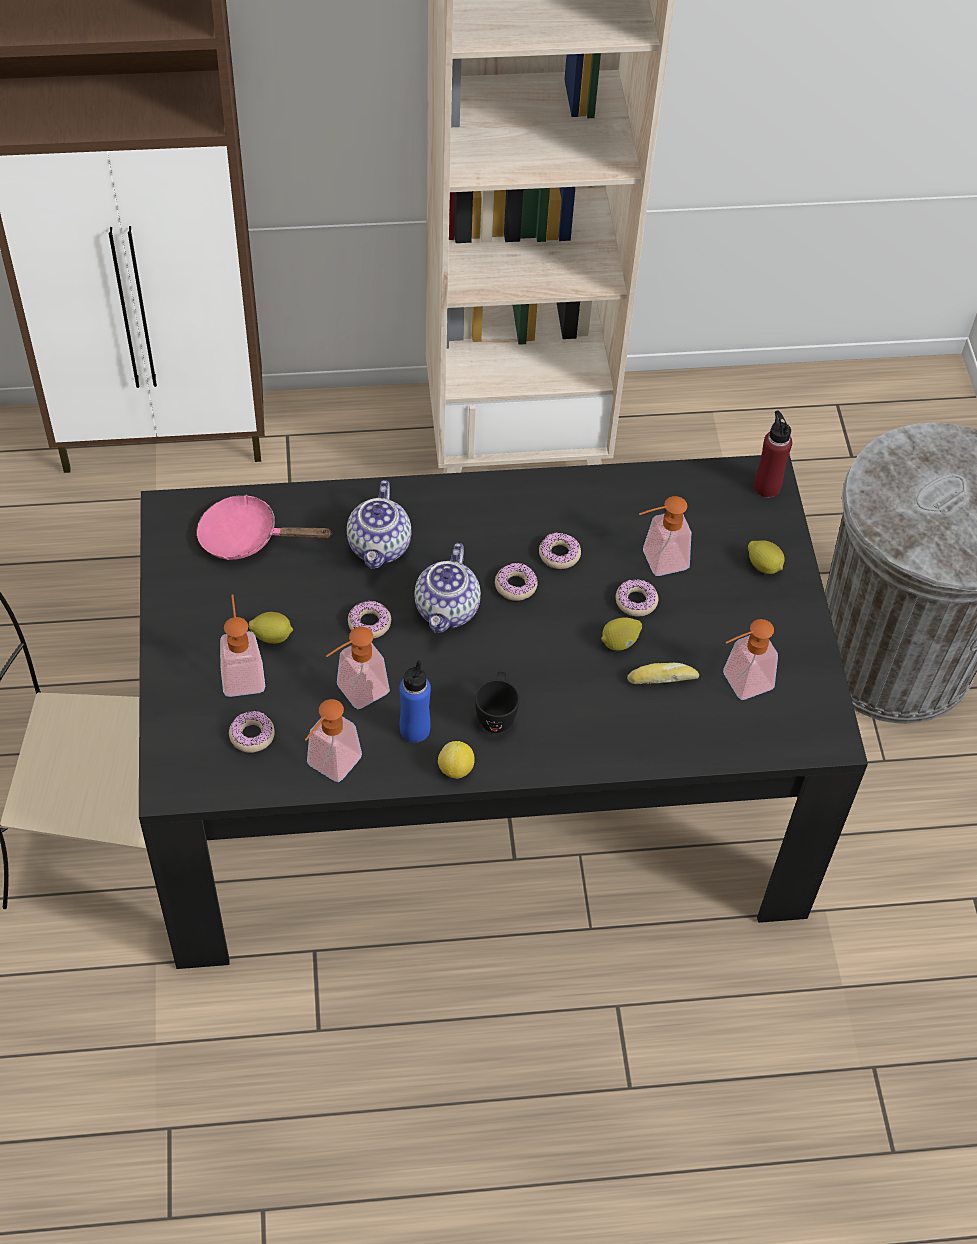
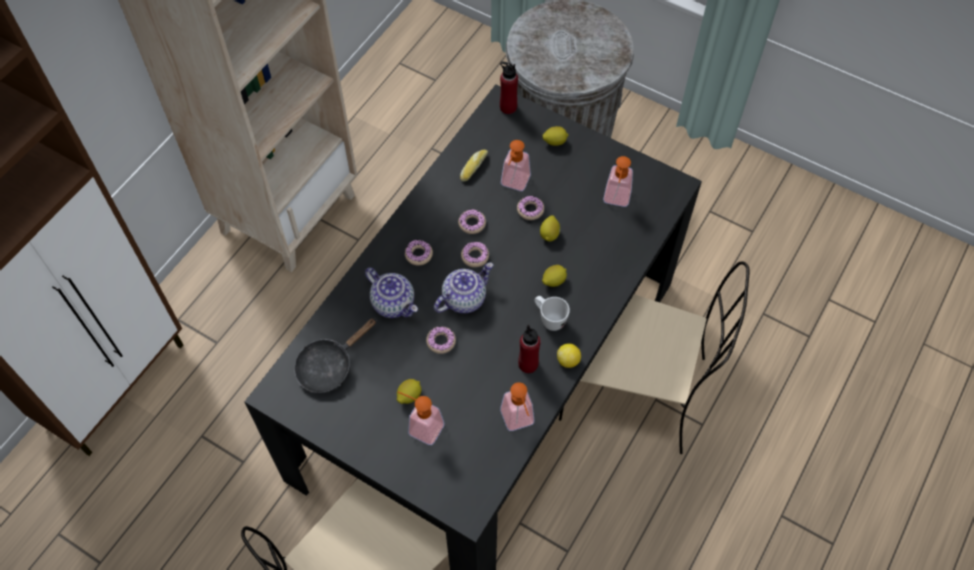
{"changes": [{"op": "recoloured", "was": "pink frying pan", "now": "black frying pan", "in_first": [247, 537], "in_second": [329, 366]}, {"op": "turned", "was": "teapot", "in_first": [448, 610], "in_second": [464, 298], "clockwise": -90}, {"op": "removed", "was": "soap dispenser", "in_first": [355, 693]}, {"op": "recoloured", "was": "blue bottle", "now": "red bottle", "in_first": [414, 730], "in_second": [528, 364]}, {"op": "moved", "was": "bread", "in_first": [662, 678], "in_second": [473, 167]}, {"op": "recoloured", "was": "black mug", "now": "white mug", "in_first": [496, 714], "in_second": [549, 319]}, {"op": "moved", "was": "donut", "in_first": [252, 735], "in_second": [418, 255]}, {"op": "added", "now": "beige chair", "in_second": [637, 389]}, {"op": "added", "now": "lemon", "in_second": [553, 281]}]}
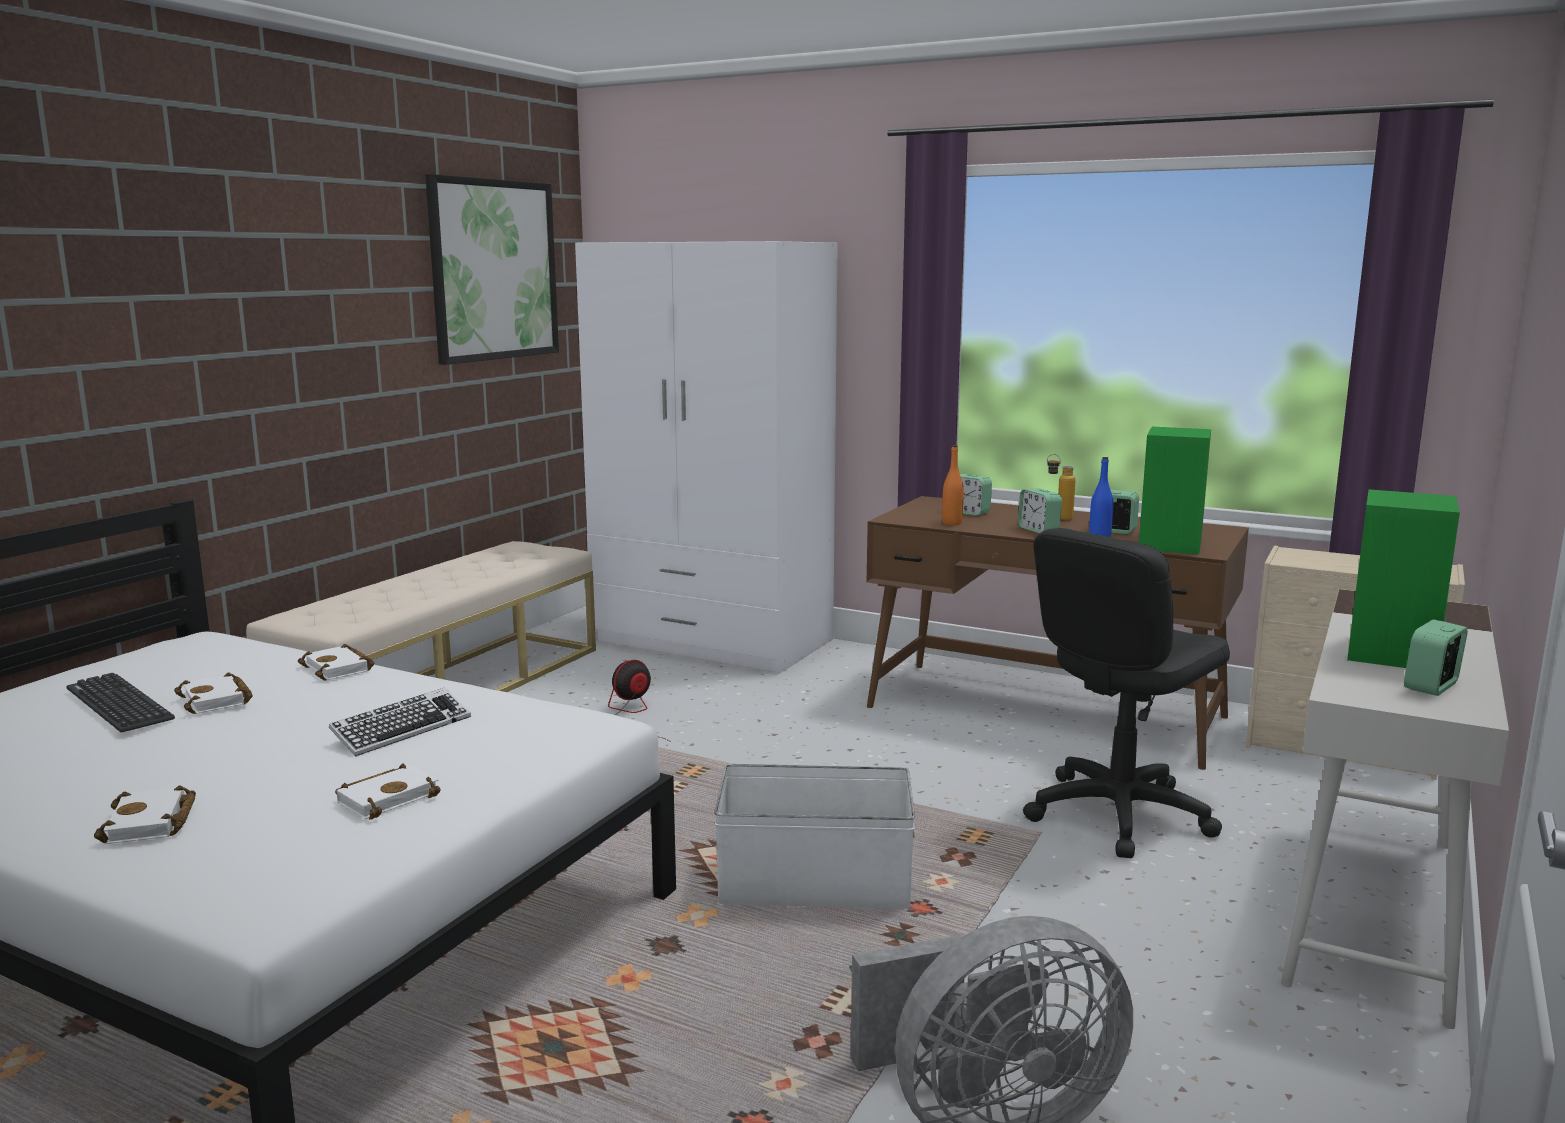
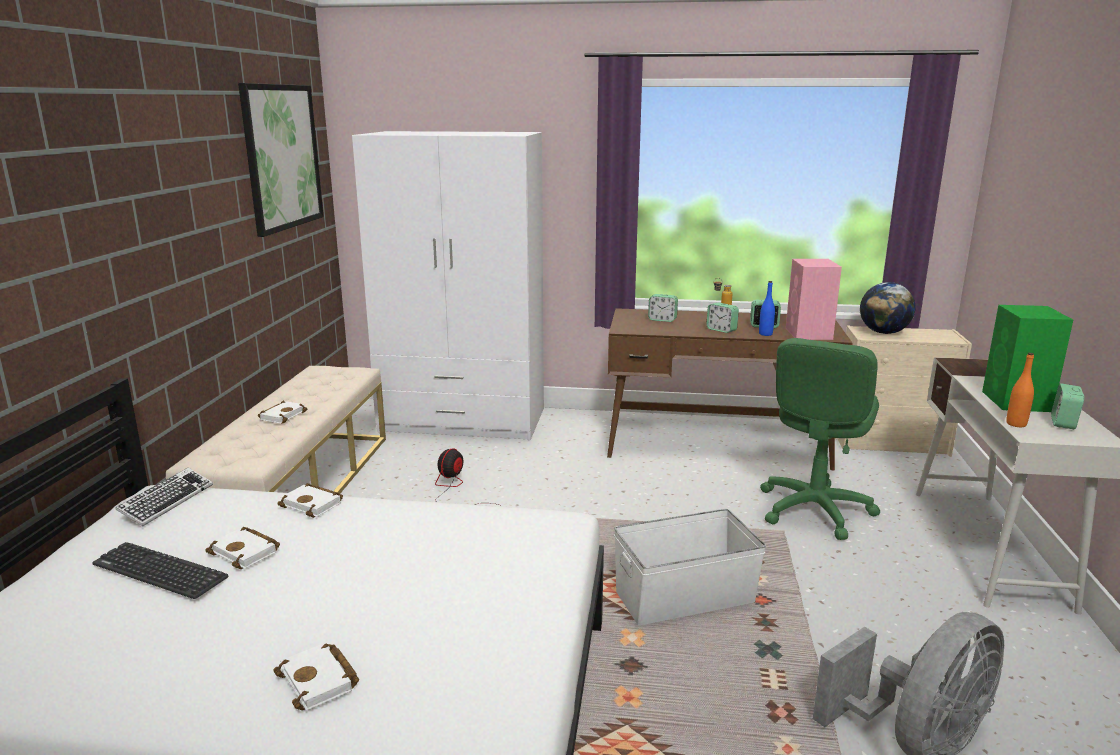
{"changes": [{"op": "recoloured", "was": "green speaker", "now": "pink speaker", "in_first": [1170, 545], "in_second": [809, 334]}, {"op": "moved", "was": "orange bottle", "in_first": [952, 523], "in_second": [1016, 424]}, {"op": "recoloured", "was": "black office chair", "now": "green office chair", "in_first": [1117, 814], "in_second": [814, 510]}, {"op": "moved", "was": "keyboard", "in_first": [402, 730], "in_second": [167, 501]}, {"op": "moved", "was": "white book", "in_first": [389, 797], "in_second": [282, 415]}, {"op": "added", "now": "globe", "in_second": [884, 332]}]}
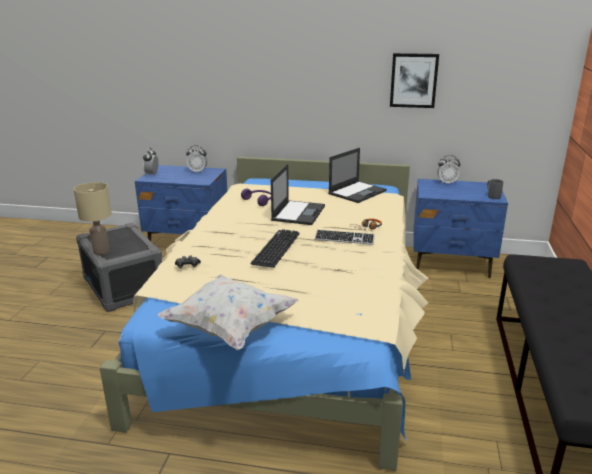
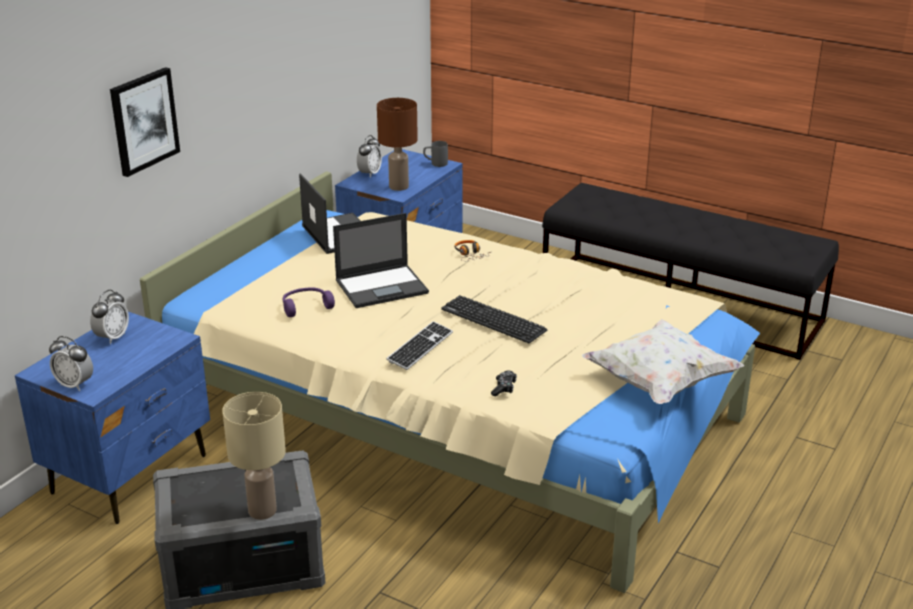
{"changes": [{"op": "moved", "was": "picture", "in_first": [413, 80], "in_second": [144, 121]}, {"op": "turned", "was": "laptop", "in_first": [298, 213], "in_second": [382, 286], "clockwise": 120}, {"op": "moved", "was": "keyboard", "in_first": [344, 239], "in_second": [420, 347]}, {"op": "added", "now": "brown table lamp", "in_second": [398, 186]}]}
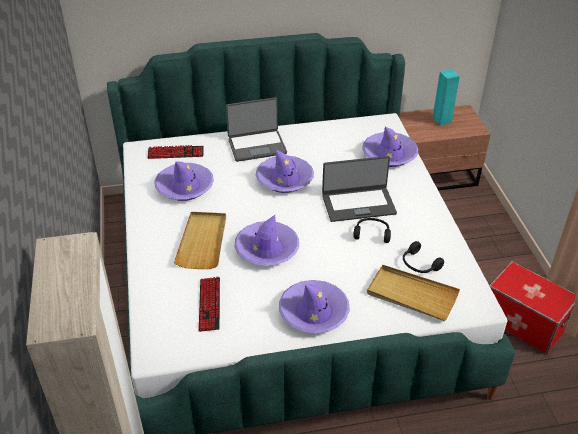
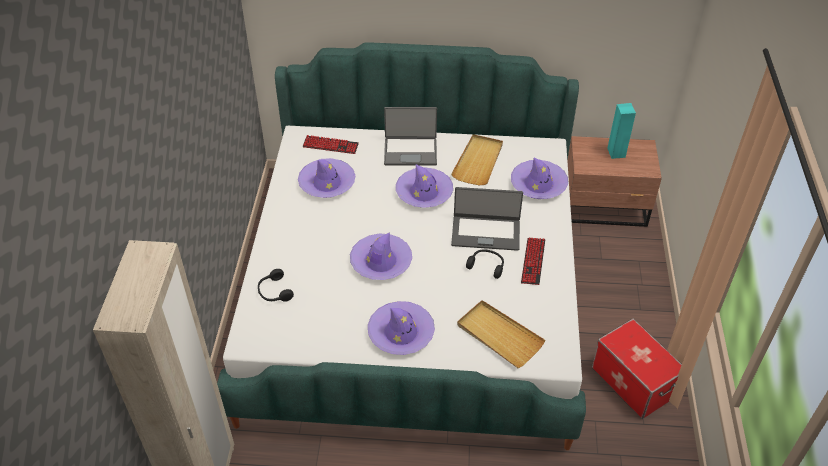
{"changes": [{"op": "moved", "was": "beige tray", "in_first": [203, 242], "in_second": [478, 161]}, {"op": "moved", "was": "black headphones", "in_first": [419, 264], "in_second": [274, 292]}, {"op": "moved", "was": "keyboard", "in_first": [209, 304], "in_second": [533, 261]}]}
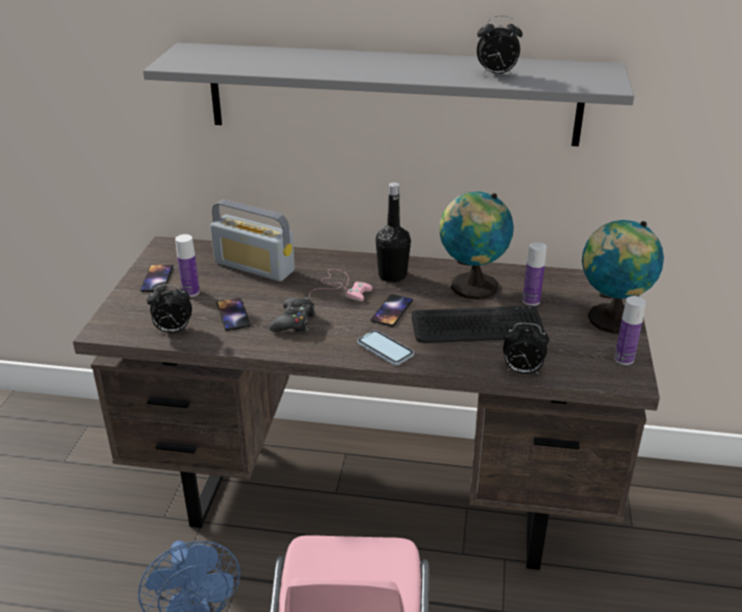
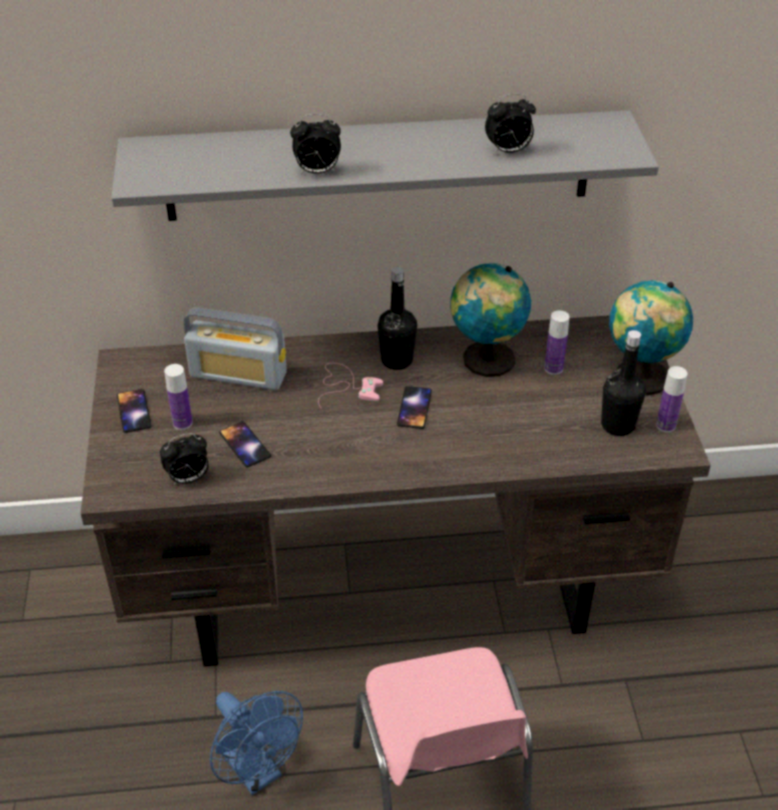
{"changes": [{"op": "removed", "was": "black game controller", "in_first": [294, 322]}, {"op": "removed", "was": "keyboard", "in_first": [477, 327]}, {"op": "moved", "was": "alarm clock", "in_first": [522, 371], "in_second": [317, 172]}, {"op": "removed", "was": "phone", "in_first": [385, 349]}, {"op": "added", "now": "black bottle", "in_second": [617, 425]}]}
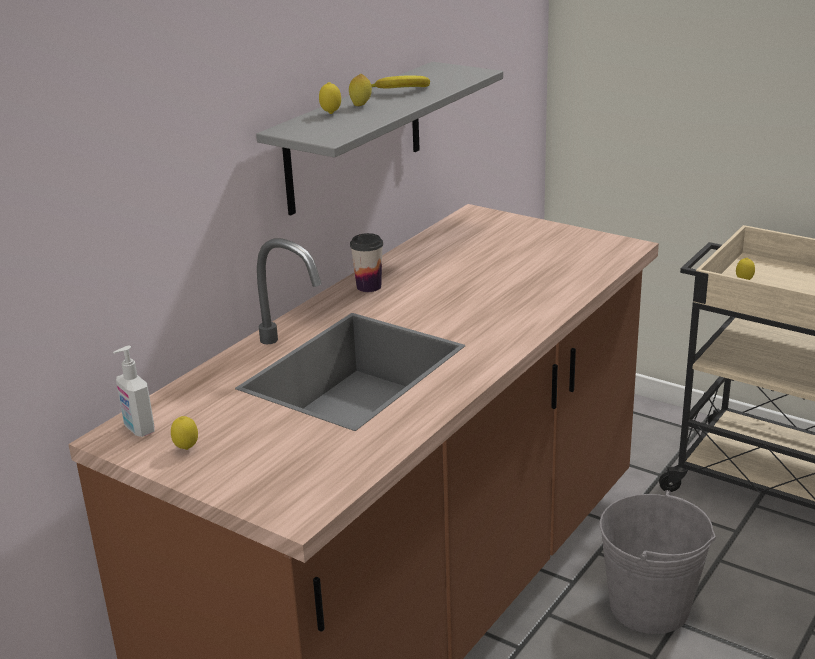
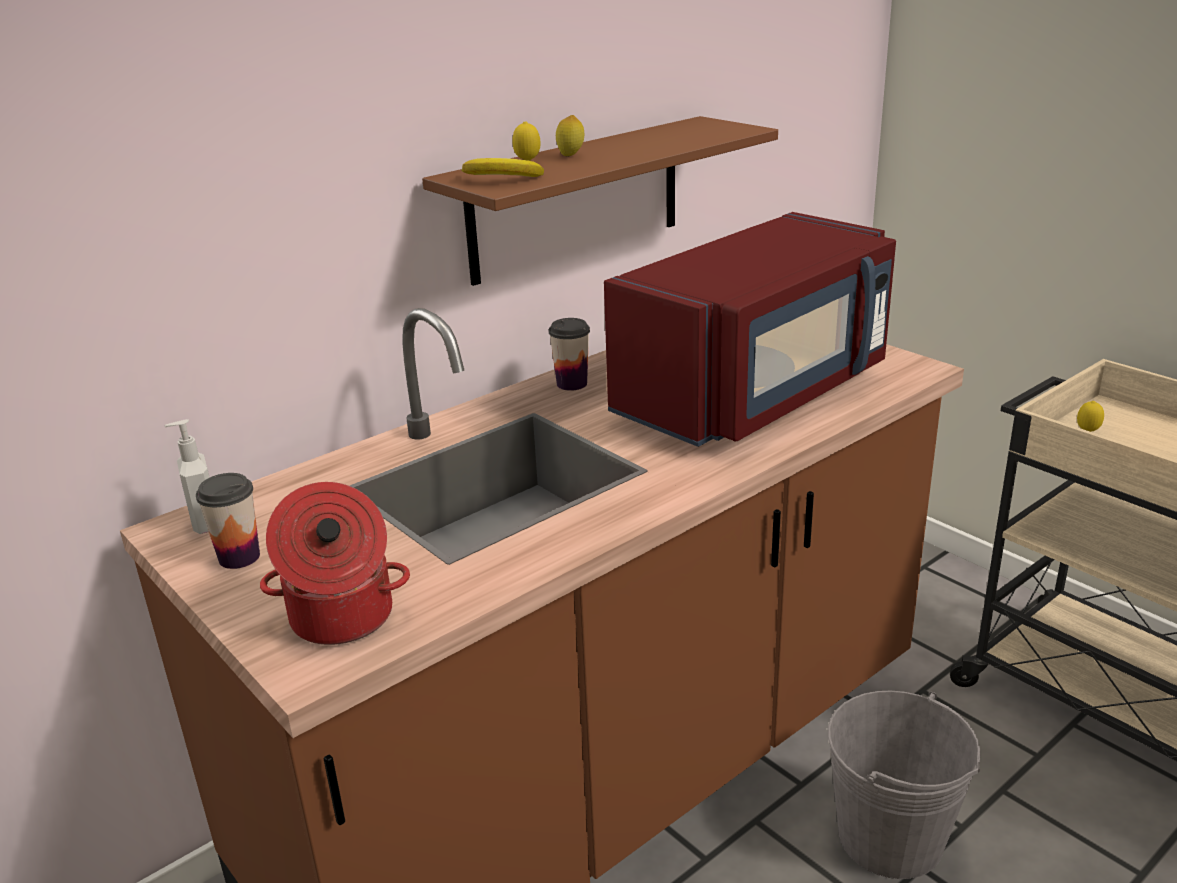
{"changes": [{"op": "recoloured", "was": "grey shelf", "now": "brown shelf", "in_first": [354, 137], "in_second": [576, 199]}, {"op": "moved", "was": "banana", "in_first": [402, 90], "in_second": [500, 179]}, {"op": "replaced", "was": "lemon", "now": "cup", "in_first": [186, 449], "in_second": [239, 557]}, {"op": "added", "now": "red microwave", "in_second": [757, 393]}, {"op": "added", "now": "cooking pot", "in_second": [341, 619]}]}
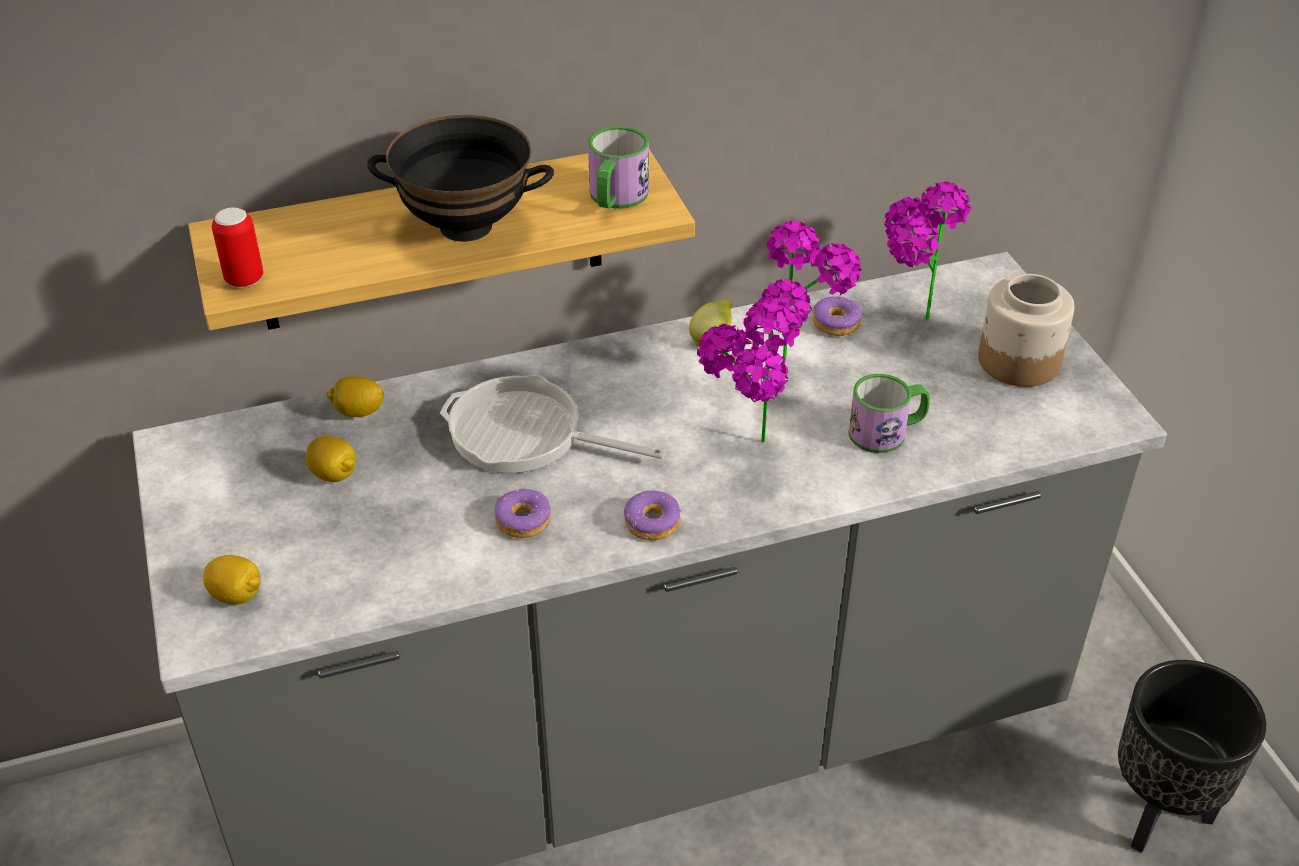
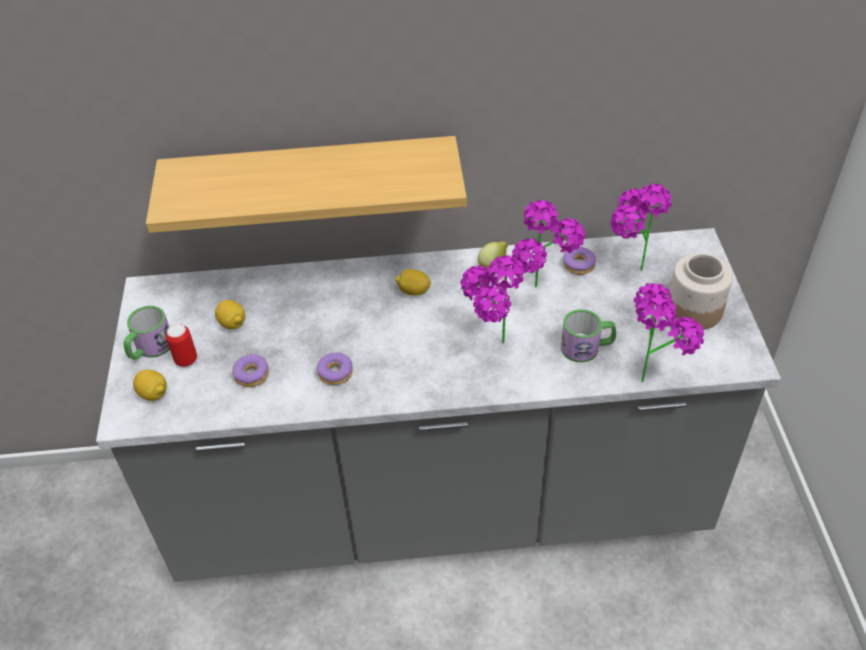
{"changes": [{"op": "removed", "was": "black bowl", "in_first": [465, 228]}, {"op": "moved", "was": "mug", "in_first": [615, 198], "in_second": [150, 348]}, {"op": "moved", "was": "can", "in_first": [244, 279], "in_second": [186, 360]}, {"op": "removed", "was": "frying pan", "in_first": [525, 435]}, {"op": "moved", "was": "lemon", "in_first": [358, 412], "in_second": [413, 291]}, {"op": "moved", "was": "donut", "in_first": [652, 523], "in_second": [252, 375]}, {"op": "removed", "was": "black planter", "in_first": [1159, 814]}, {"op": "added", "now": "potted plant", "in_second": [651, 373]}]}
